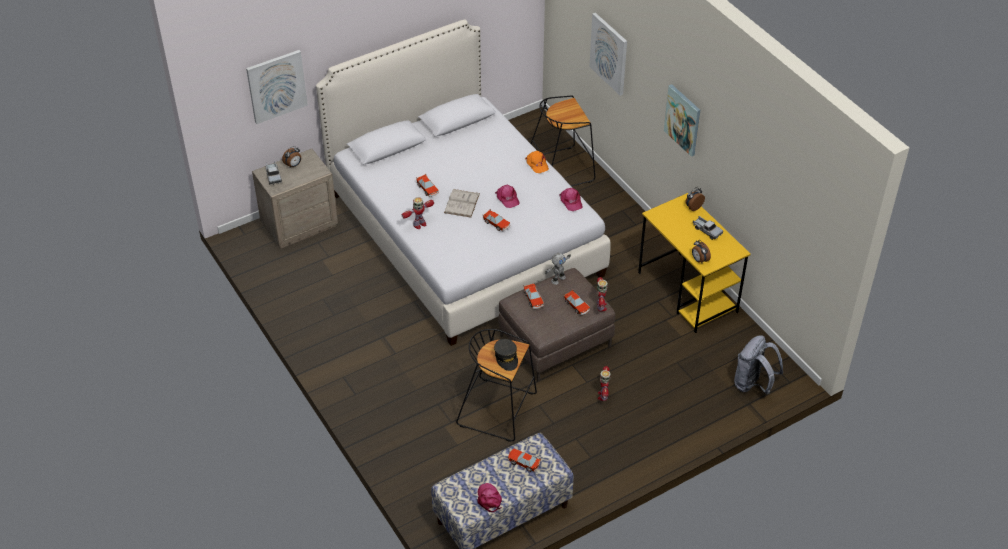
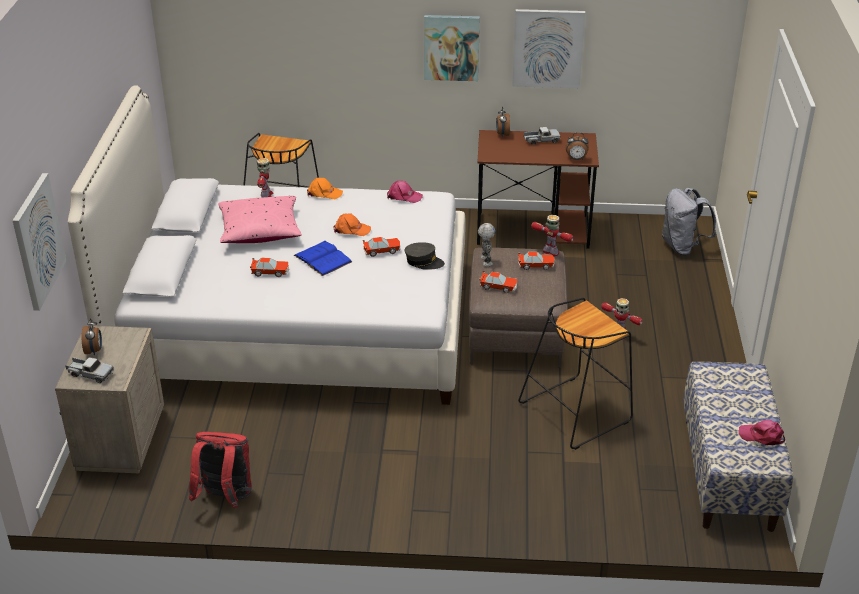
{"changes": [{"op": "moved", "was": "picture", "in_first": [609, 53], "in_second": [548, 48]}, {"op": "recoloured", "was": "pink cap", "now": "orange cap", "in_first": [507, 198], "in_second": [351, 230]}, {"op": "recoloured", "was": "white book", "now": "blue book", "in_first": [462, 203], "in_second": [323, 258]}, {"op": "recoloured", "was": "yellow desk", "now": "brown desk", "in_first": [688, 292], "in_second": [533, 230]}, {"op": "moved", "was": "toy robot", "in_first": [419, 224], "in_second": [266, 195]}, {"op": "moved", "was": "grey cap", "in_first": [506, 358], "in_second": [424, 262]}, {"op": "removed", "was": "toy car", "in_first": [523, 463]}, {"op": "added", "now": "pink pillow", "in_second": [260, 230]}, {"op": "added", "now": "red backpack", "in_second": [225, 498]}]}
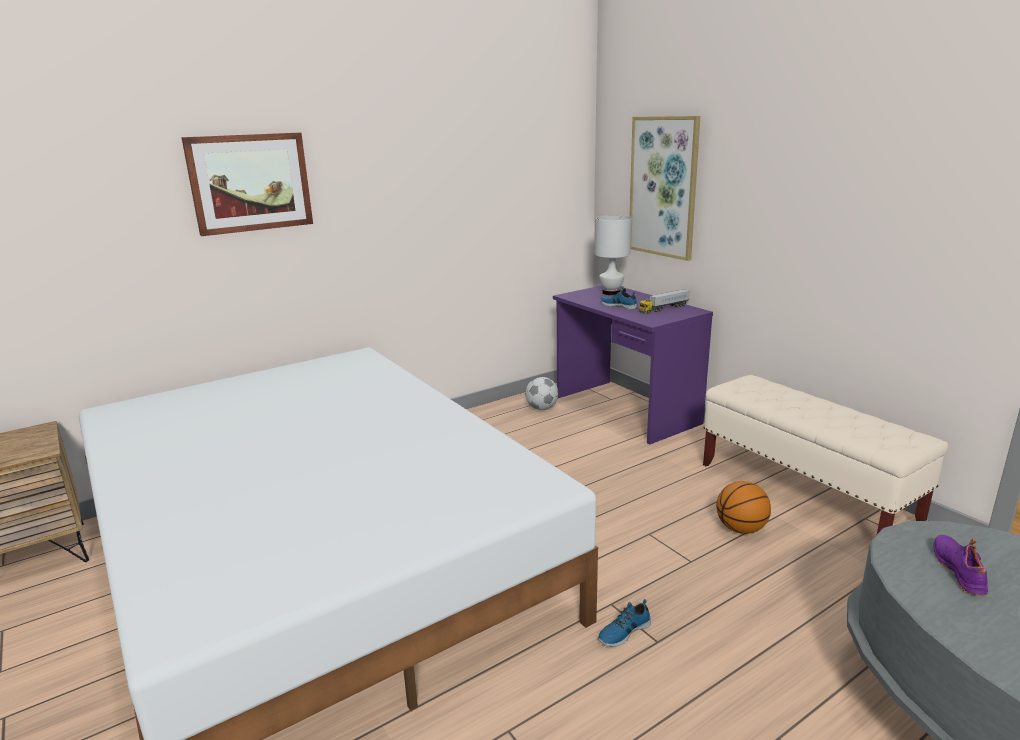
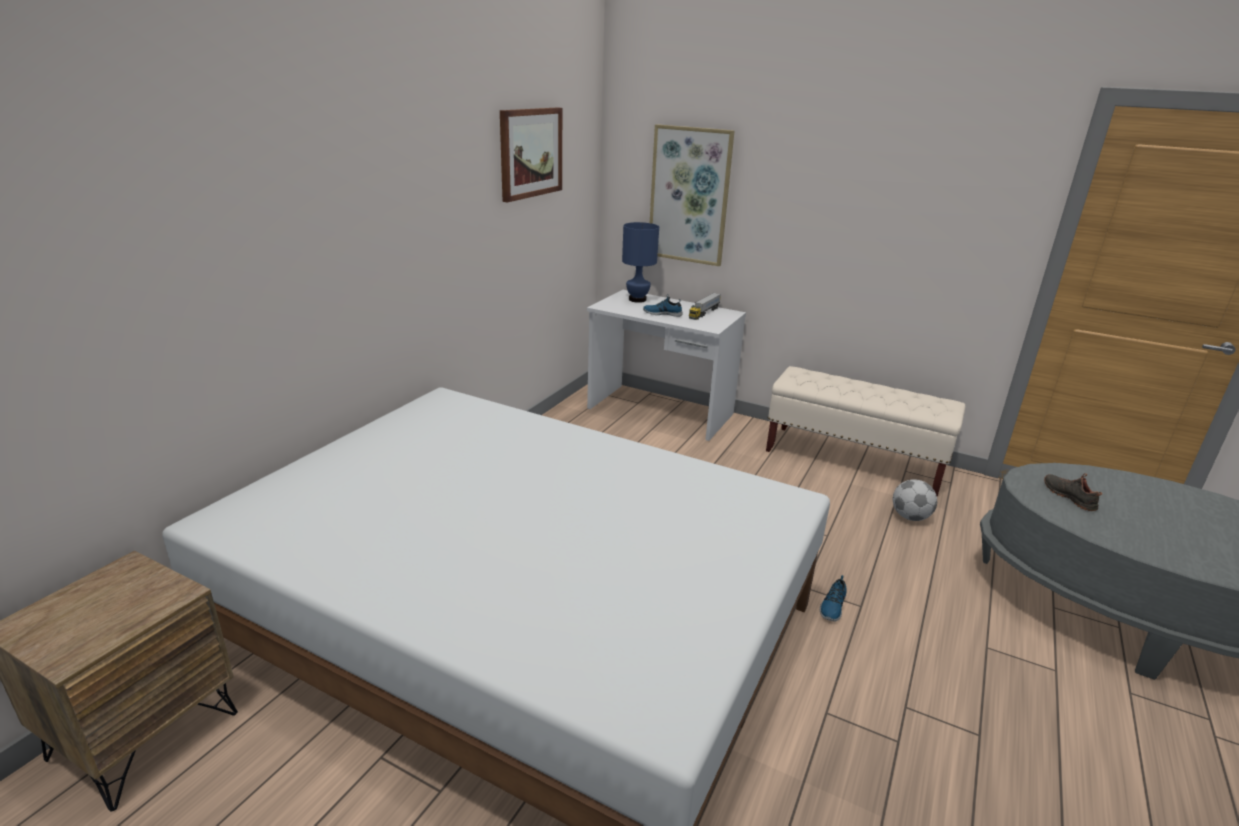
{"changes": [{"op": "moved", "was": "picture", "in_first": [250, 183], "in_second": [530, 153]}, {"op": "recoloured", "was": "white table lamp", "now": "blue table lamp", "in_first": [611, 293], "in_second": [637, 300]}, {"op": "recoloured", "was": "purple desk", "now": "white desk", "in_first": [624, 410], "in_second": [659, 411]}, {"op": "moved", "was": "football", "in_first": [542, 408], "in_second": [910, 517]}, {"op": "removed", "was": "basketball", "in_first": [741, 529]}, {"op": "recoloured", "was": "purple shoe", "now": "black shoe", "in_first": [960, 571], "in_second": [1070, 497]}]}
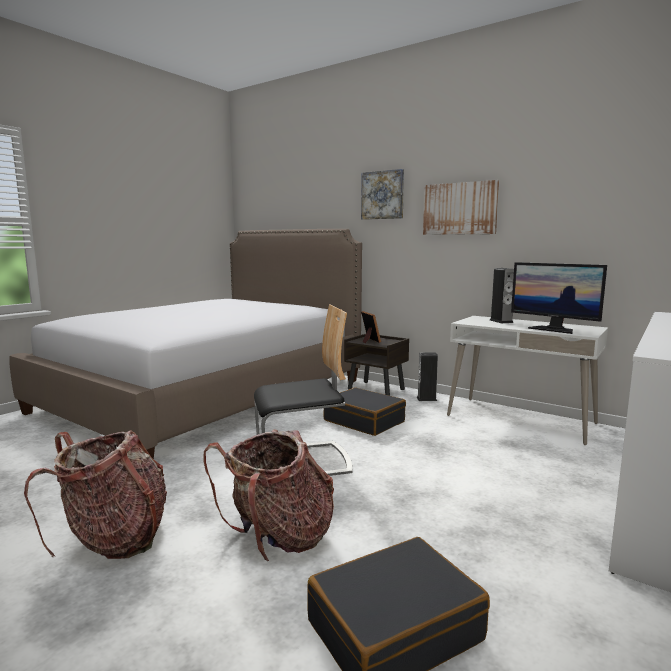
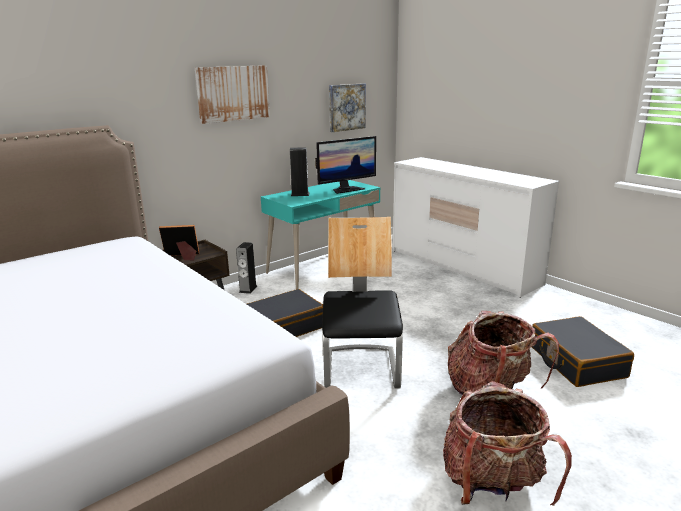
{"changes": [{"op": "moved", "was": "picture", "in_first": [382, 195], "in_second": [346, 107]}, {"op": "recoloured", "was": "white desk", "now": "turquoise desk", "in_first": [520, 419], "in_second": [323, 267]}]}
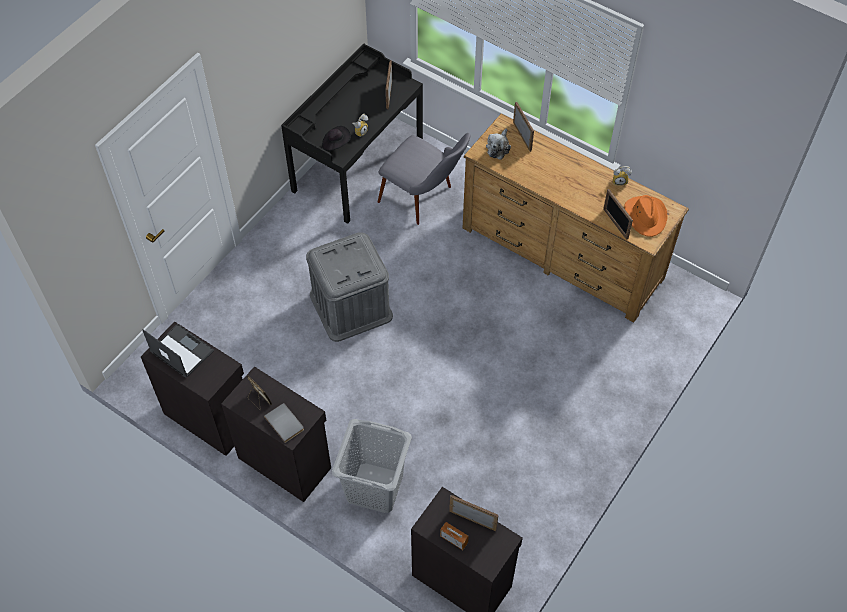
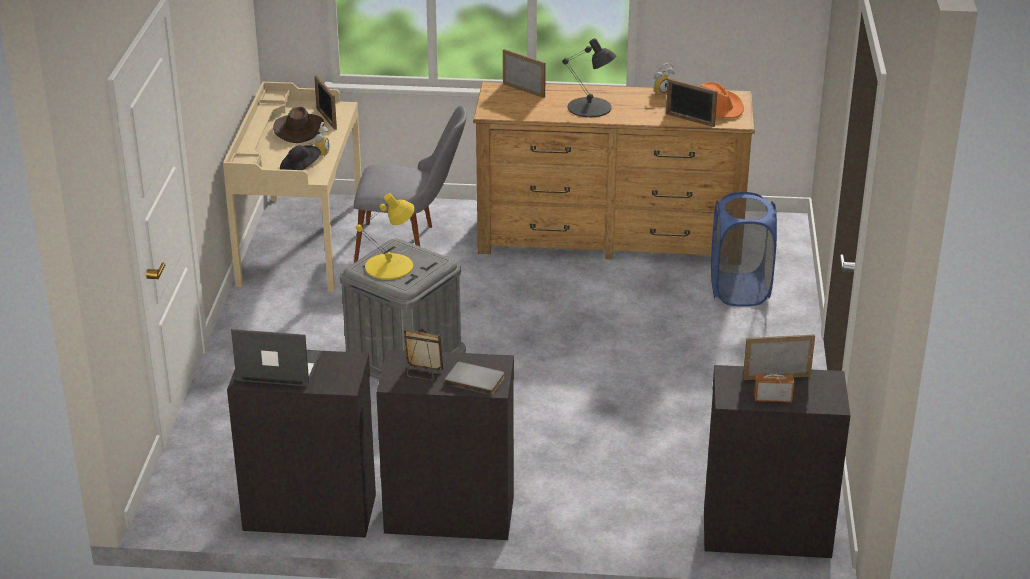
{"changes": [{"op": "recoloured", "was": "black desk", "now": "beige desk", "in_first": [357, 165], "in_second": [300, 242]}, {"op": "removed", "was": "plush toy", "in_first": [498, 148]}, {"op": "removed", "was": "grey laundry basket", "in_first": [374, 488]}, {"op": "added", "now": "black table lamp", "in_second": [590, 107]}, {"op": "added", "now": "brown hat", "in_second": [299, 130]}, {"op": "added", "now": "blue laundry basket", "in_second": [739, 290]}, {"op": "added", "now": "yellow table lamp", "in_second": [390, 266]}]}
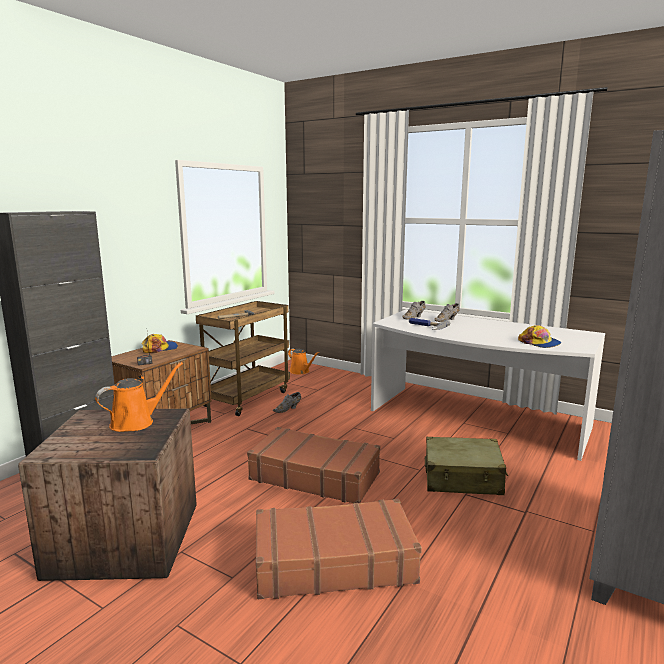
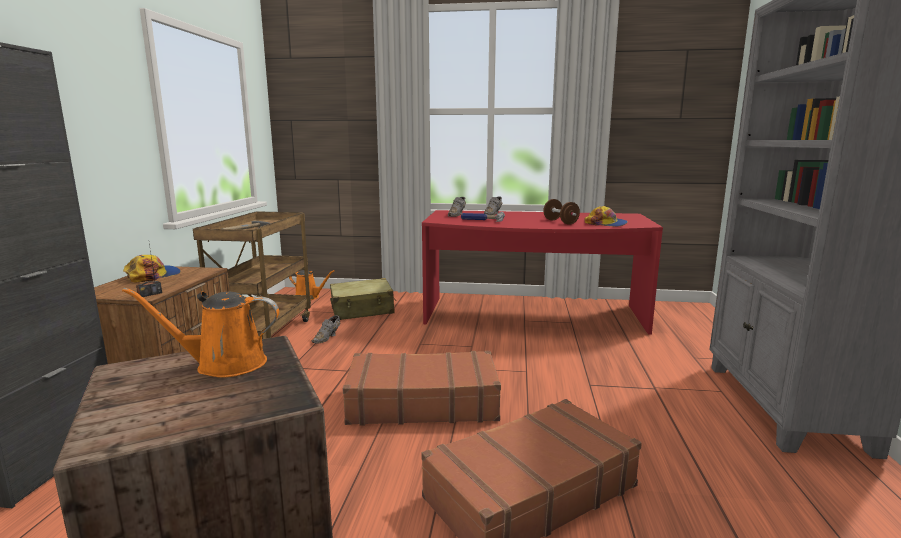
{"changes": [{"op": "recoloured", "was": "white desk", "now": "red desk", "in_first": [475, 421], "in_second": [533, 316]}, {"op": "turned", "was": "orange watering can", "in_first": [136, 422], "in_second": [224, 364], "clockwise": -120}, {"op": "moved", "was": "beige suitcase", "in_first": [462, 478], "in_second": [362, 310]}, {"op": "added", "now": "brown dumbbell", "in_second": [560, 222]}]}
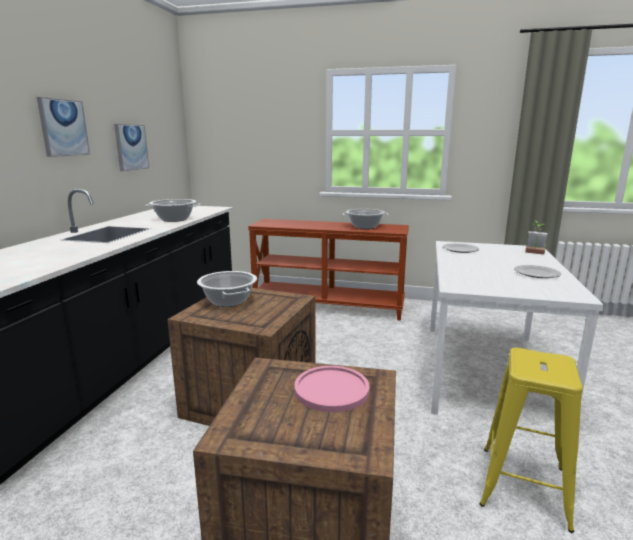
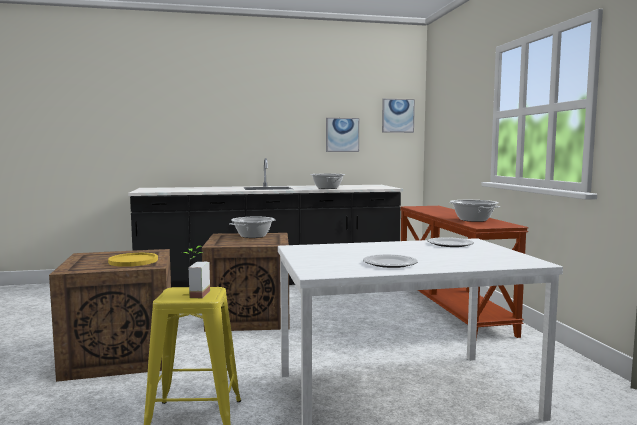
{"changes": [{"op": "moved", "was": "picture", "in_first": [63, 128], "in_second": [397, 115]}, {"op": "moved", "was": "potted plant", "in_first": [534, 253], "in_second": [194, 294]}, {"op": "recoloured", "was": "pink plate", "now": "yellow plate", "in_first": [331, 390], "in_second": [133, 261]}]}
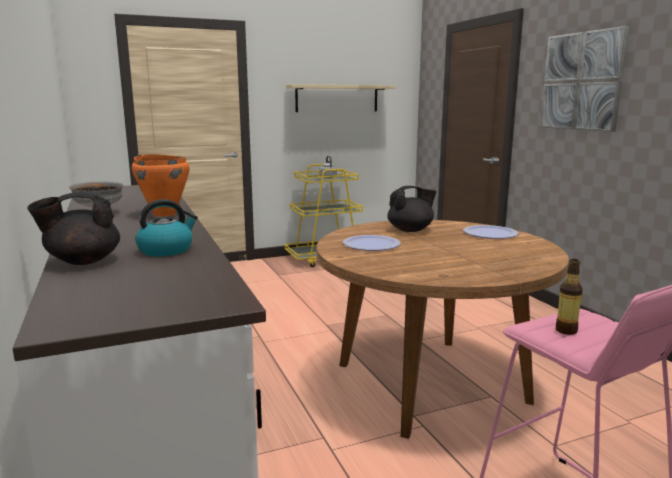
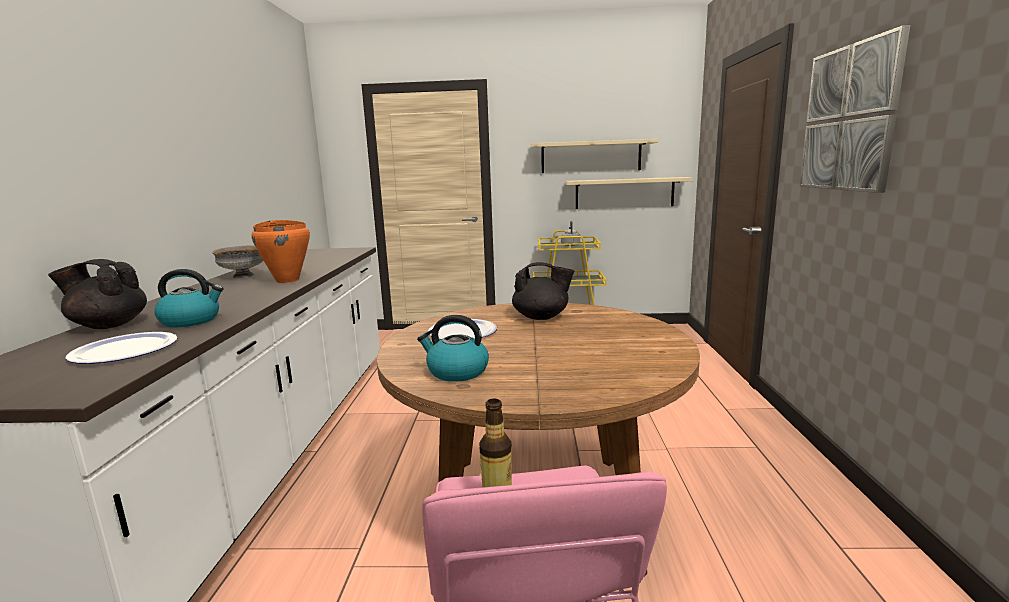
{"changes": [{"op": "moved", "was": "plate", "in_first": [490, 233], "in_second": [125, 350]}, {"op": "added", "now": "beige shelf", "in_second": [624, 193]}, {"op": "added", "now": "kettle", "in_second": [456, 372]}]}
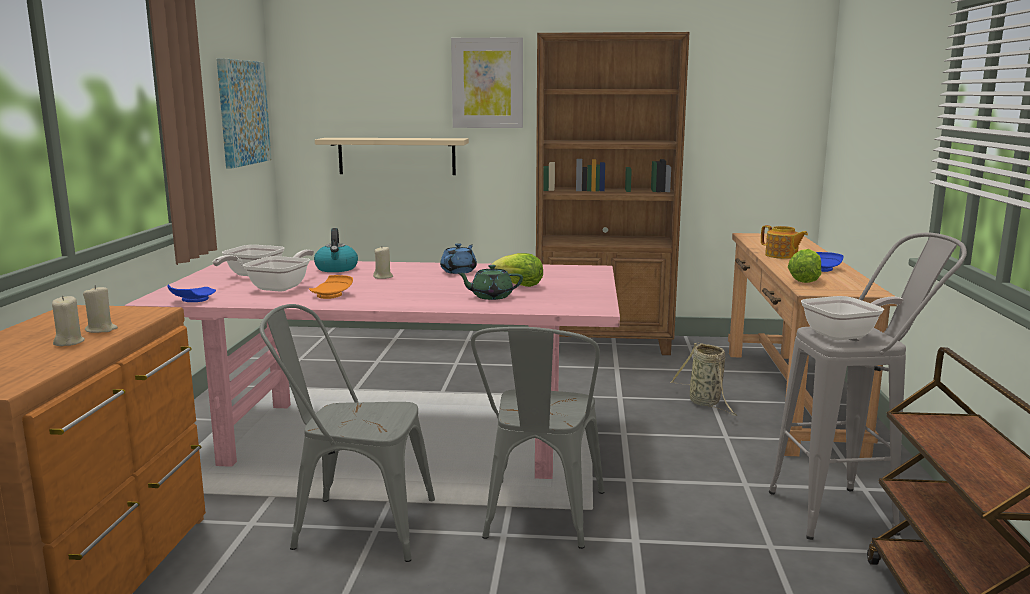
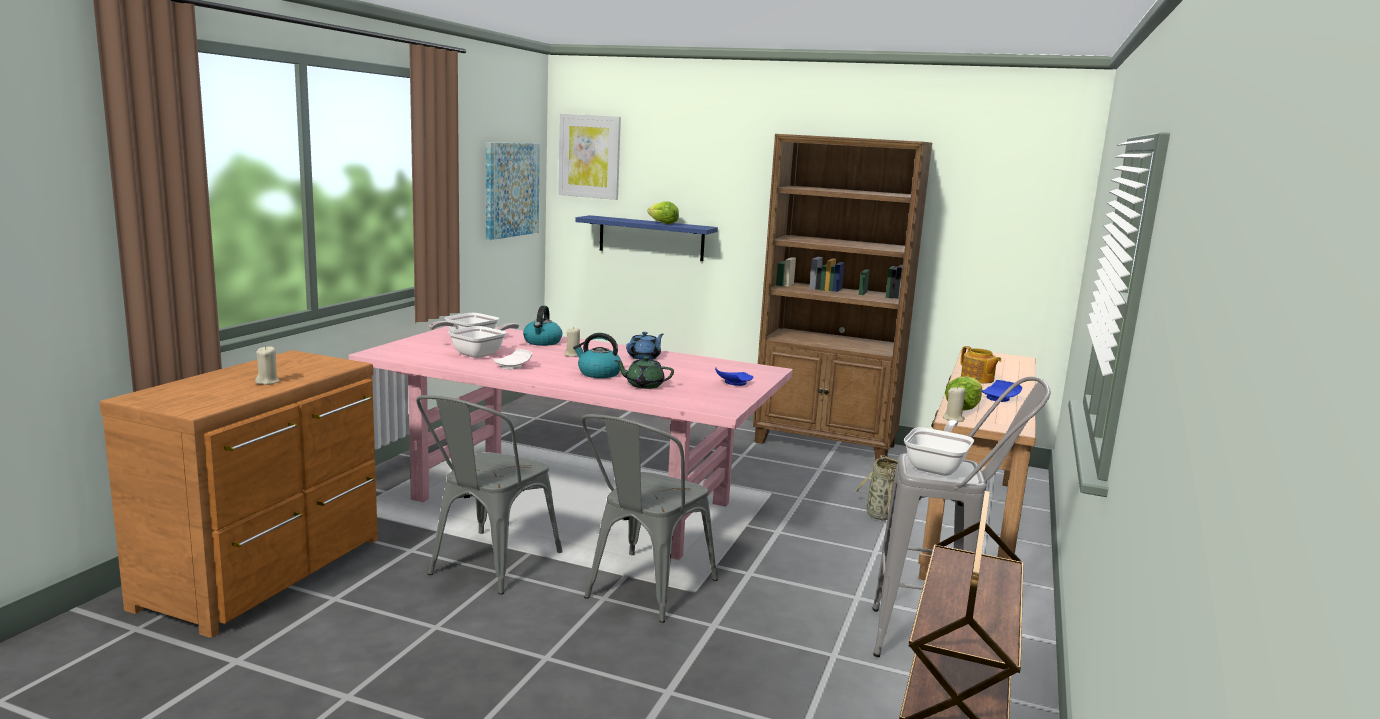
{"changes": [{"op": "moved", "was": "picture", "in_first": [487, 83], "in_second": [589, 156]}, {"op": "recoloured", "was": "beige shelf", "now": "blue shelf", "in_first": [396, 156], "in_second": [651, 238]}, {"op": "moved", "was": "lettuce", "in_first": [519, 285], "in_second": [663, 223]}, {"op": "recoloured", "was": "orange plate", "now": "white plate", "in_first": [332, 295], "in_second": [513, 366]}, {"op": "moved", "was": "blue plate", "in_first": [192, 300], "in_second": [733, 383]}, {"op": "moved", "was": "beige candle", "in_first": [101, 330], "in_second": [953, 419]}, {"op": "turned", "was": "frying pan", "in_first": [846, 335], "in_second": [938, 467], "clockwise": -60}, {"op": "turned", "was": "grey chair", "in_first": [353, 525], "in_second": [487, 566], "clockwise": -90}, {"op": "added", "now": "kettle", "in_second": [598, 373]}]}
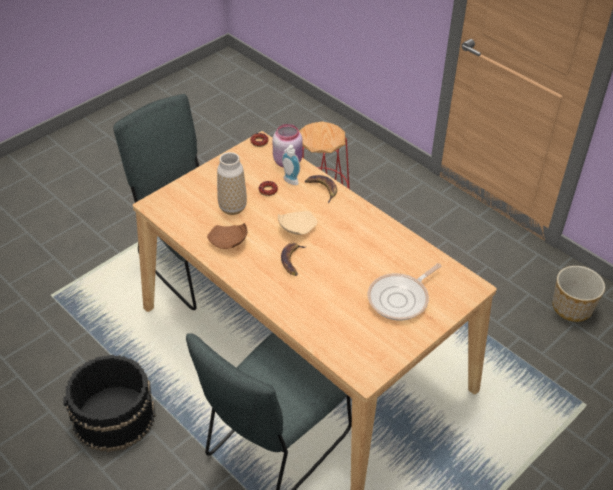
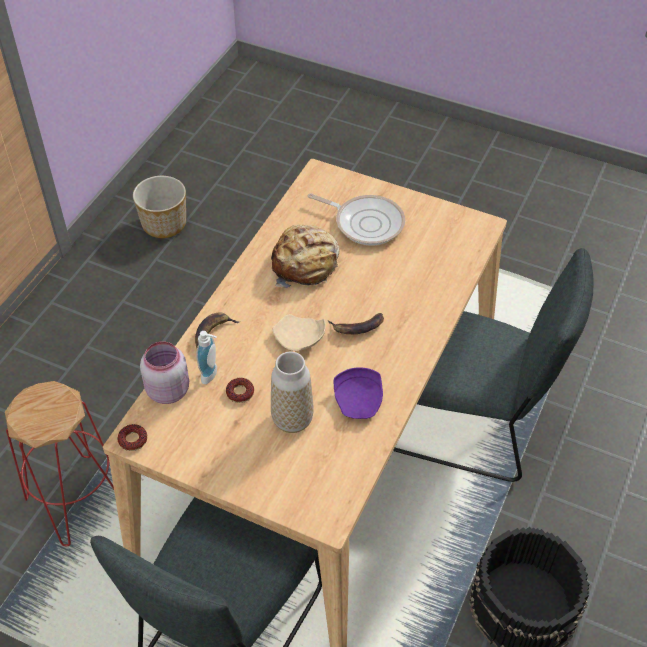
{"changes": [{"op": "recoloured", "was": "brown plate", "now": "purple plate", "in_first": [228, 242], "in_second": [359, 401]}, {"op": "added", "now": "bread", "in_second": [305, 264]}]}
